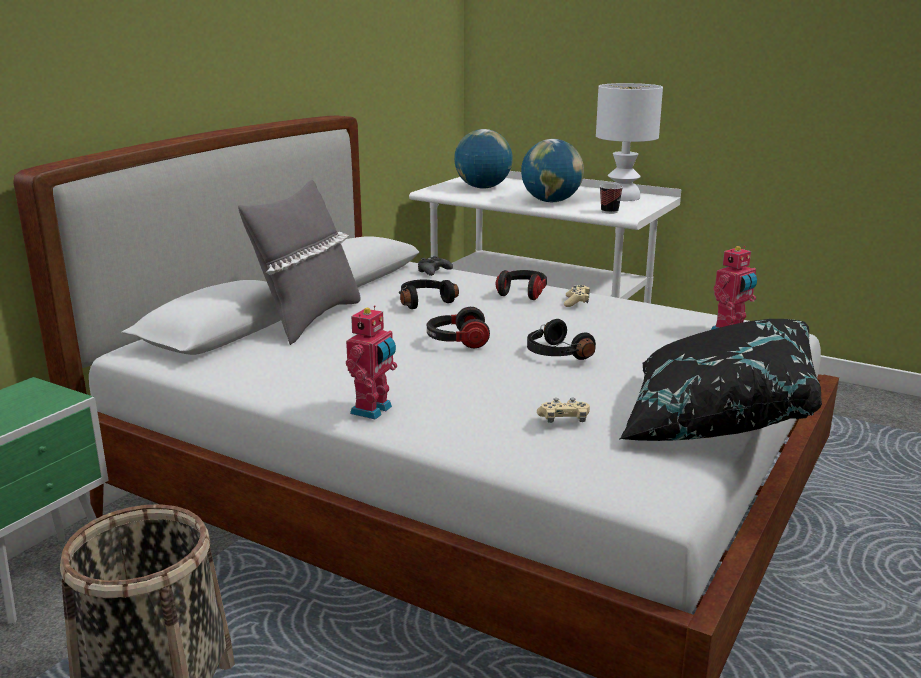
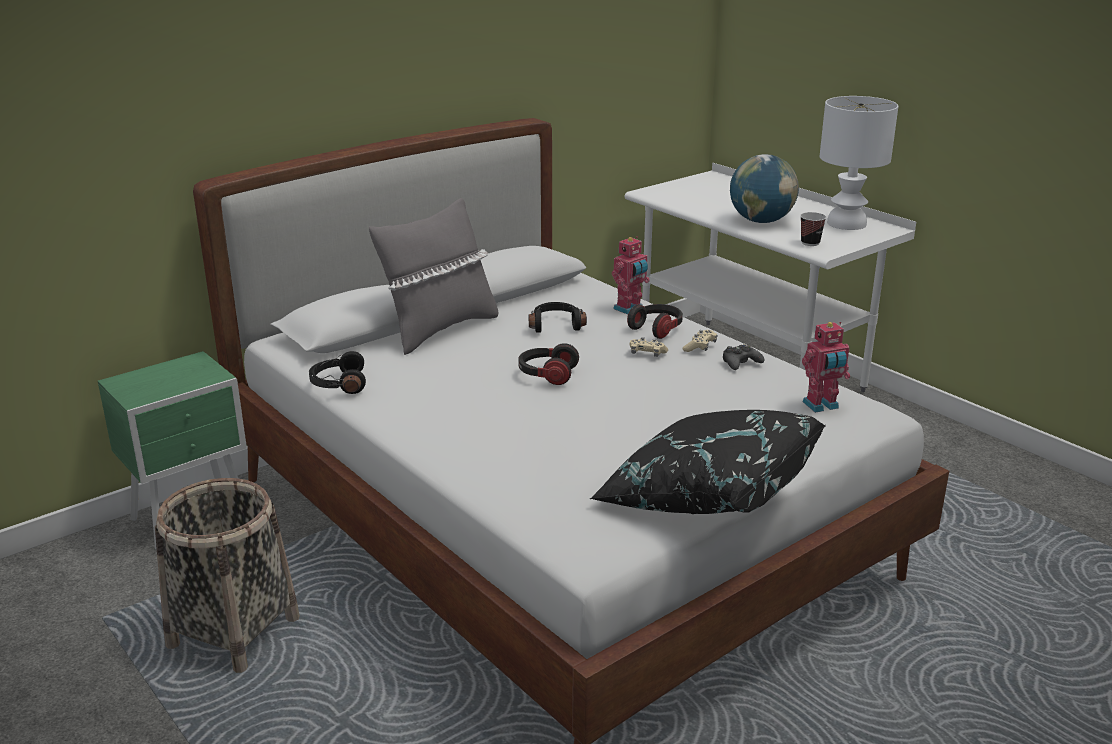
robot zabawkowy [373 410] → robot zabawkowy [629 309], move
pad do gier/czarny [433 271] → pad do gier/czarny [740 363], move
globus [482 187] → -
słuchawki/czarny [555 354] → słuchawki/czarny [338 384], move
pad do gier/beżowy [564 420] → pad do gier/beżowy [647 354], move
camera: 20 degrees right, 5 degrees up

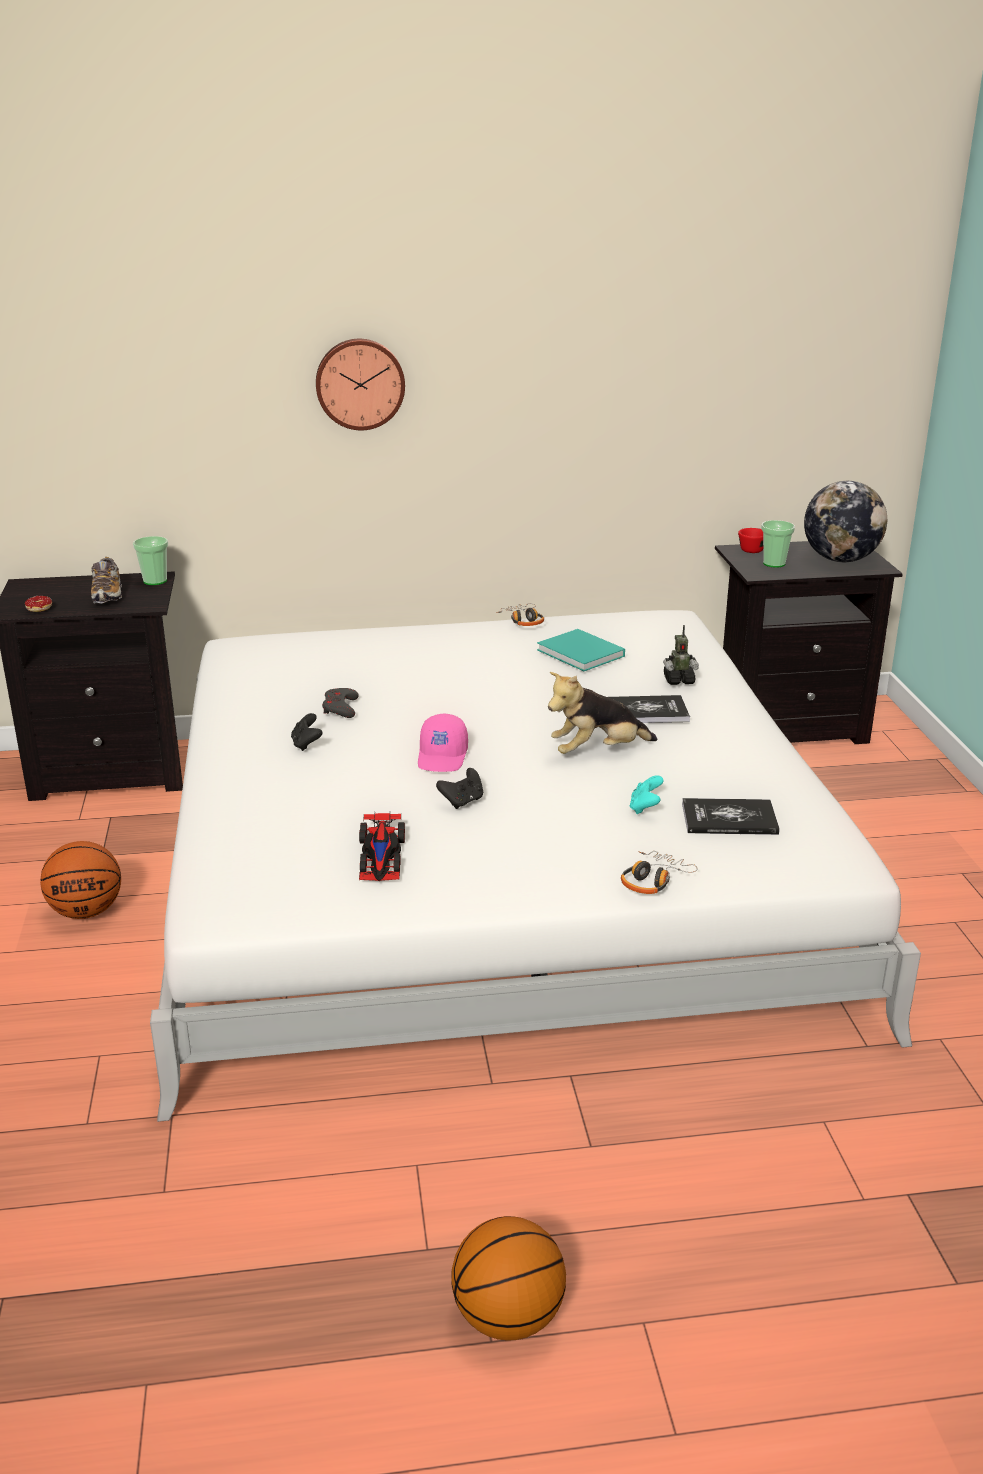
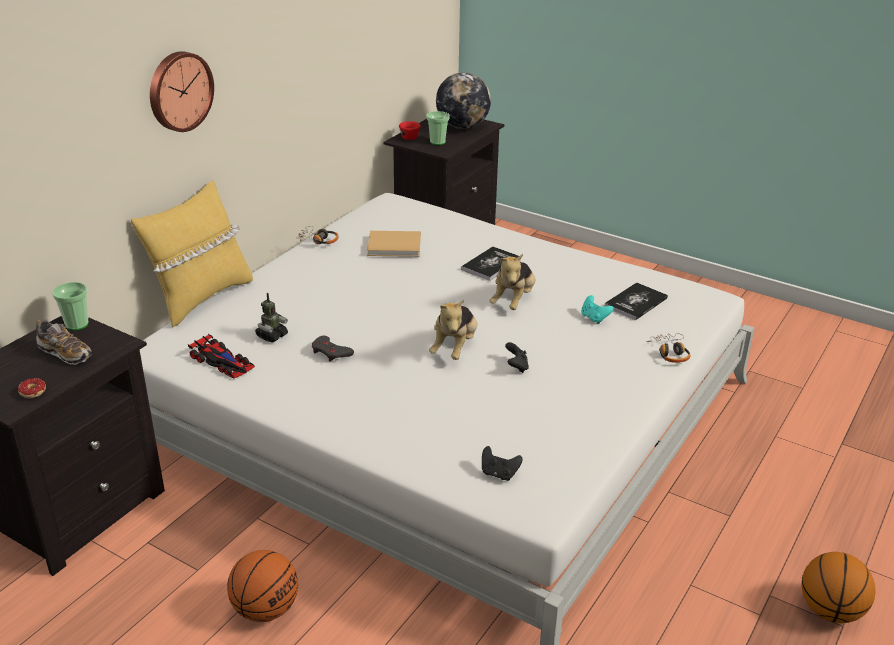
pad do gier/czarny [306 744] → pad do gier/czarny [499 474], move
samochodzik [381 855] → samochodzik [222 362], move
czapka z daszkiem/różowy [443 757] → pluszak [454 348]
książka/turkusowy [582 654] → książka/beżowy [396 246]
robot zabawkowy [679 680] → robot zabawkowy [272 336], move
- → poduszka/żółty [201 298]
camera: 50 degrees left, 5 degrees up

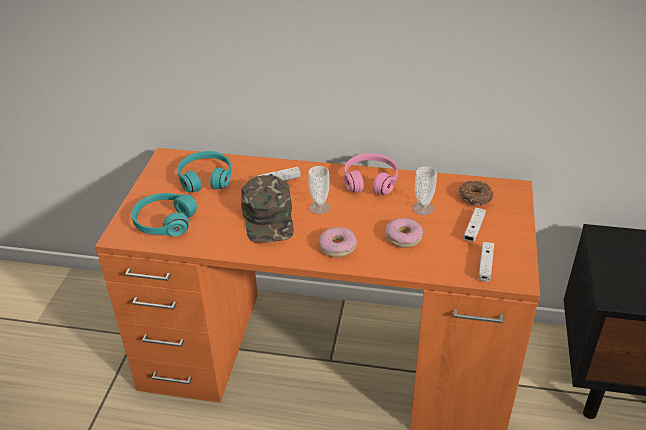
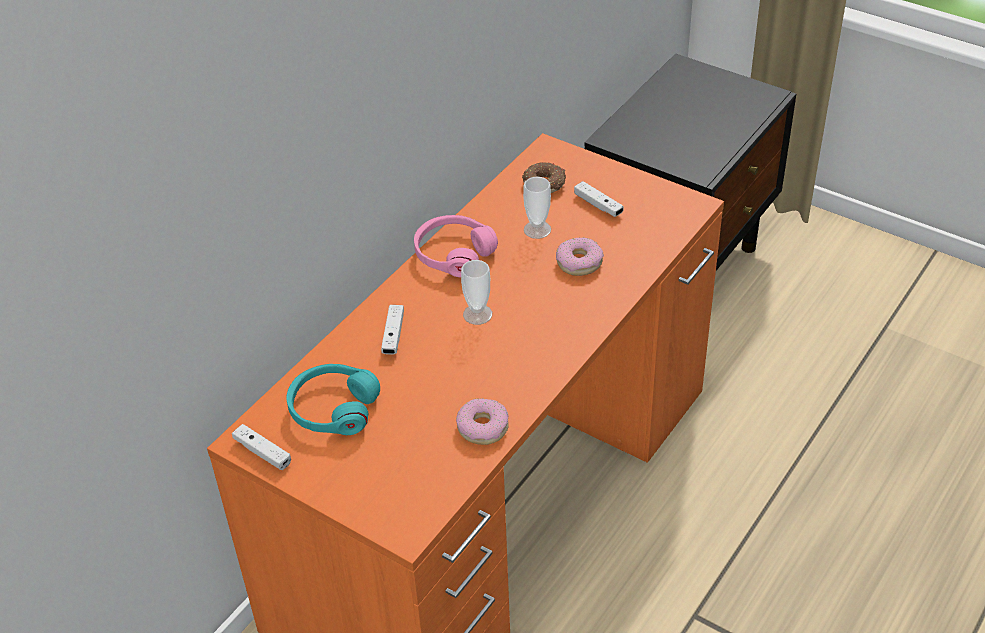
słuchawki/turkusowy [164 222] → -
czapka z daszkiem/zielony [269 217] → -
donut [337 247] → donut [483 427], move
pad do gier/biały [485 265] → pad do gier/biały [262 452], move
camera: 65 degrees left, 5 degrees up

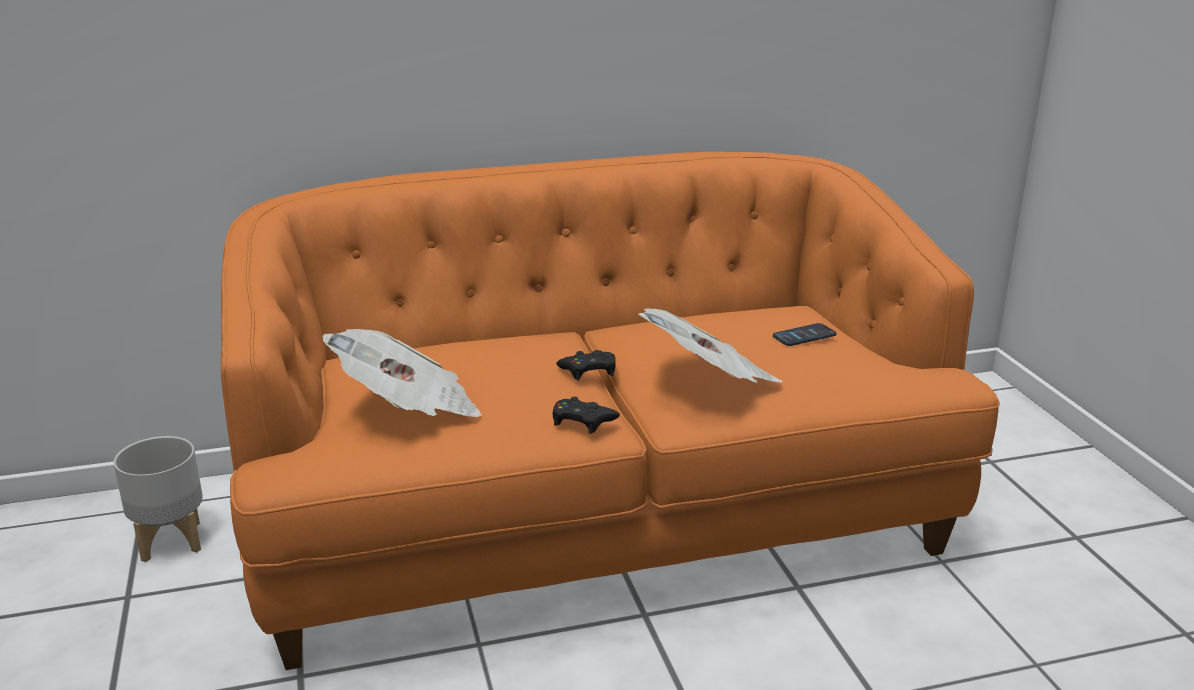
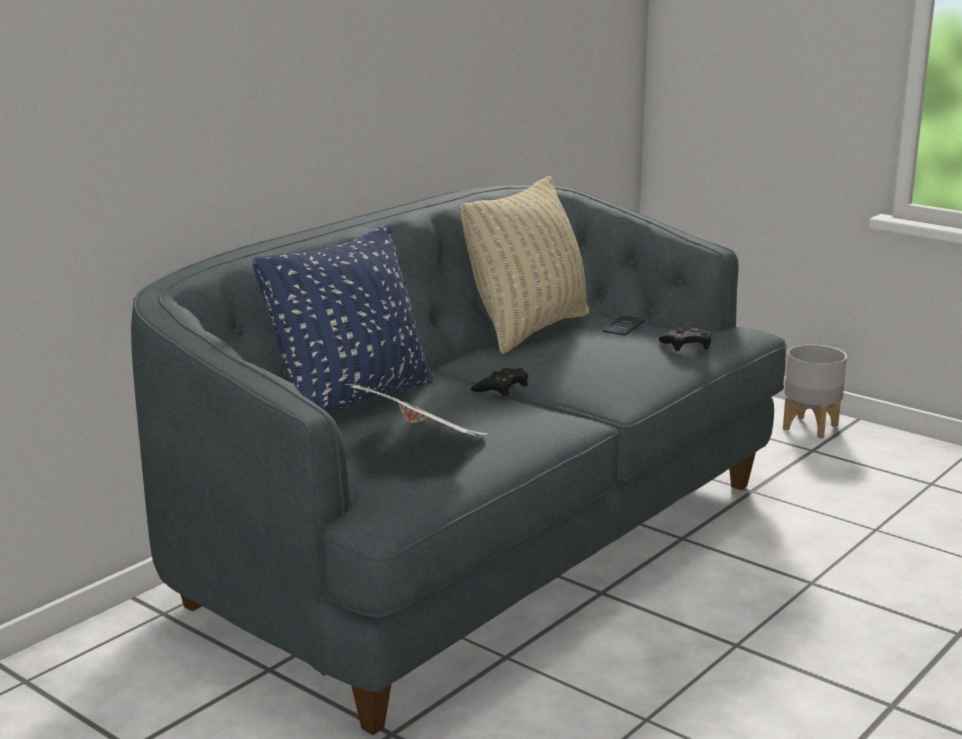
donica/szary [171 541] → donica/szary [809 427], move
kanapa/pomarańczowy [598 521] → kanapa/szary [481 546]
pad do gier/czarny [582 421] → pad do gier/czarny [687 345], move
gazeta [709 381] → -
- → poduszka/niebieski [351 401]
- → poduszka/beżowy [529 329]
camera: 35 degrees left, 5 degrees down

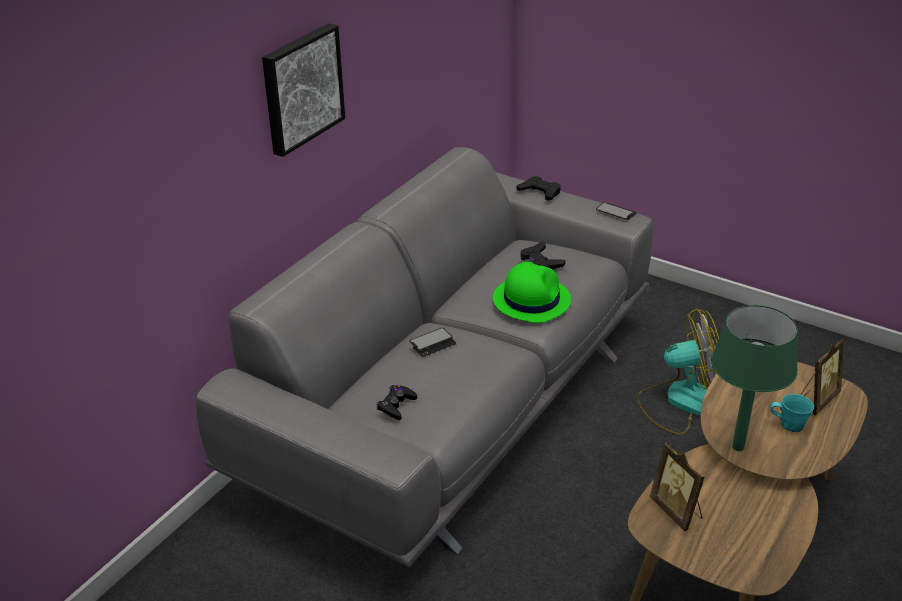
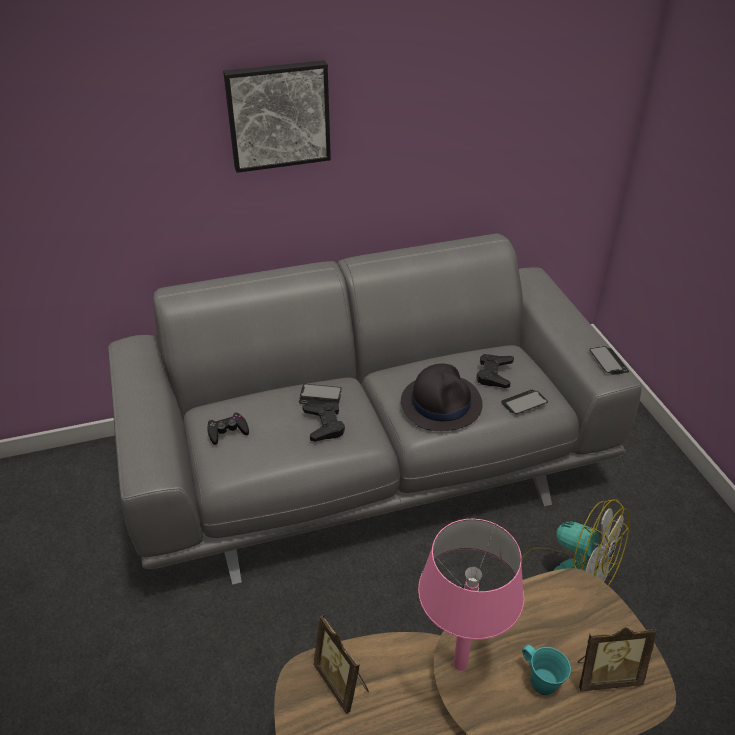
kapelusz/zielony [531 299] → kapelusz/czarny [441 403]
pad do gier/czarny [540 192] → pad do gier/czarny [324 425], move
ramka na zdjęcie [677 511] → ramka na zdjęcie [342 682], 45 degrees counterclockwise
lampa stołowa/zielony [737 446] → lampa stołowa/różowy [460 663]
- → telefon [524 403]
camera: 40 degrees right, 5 degrees up

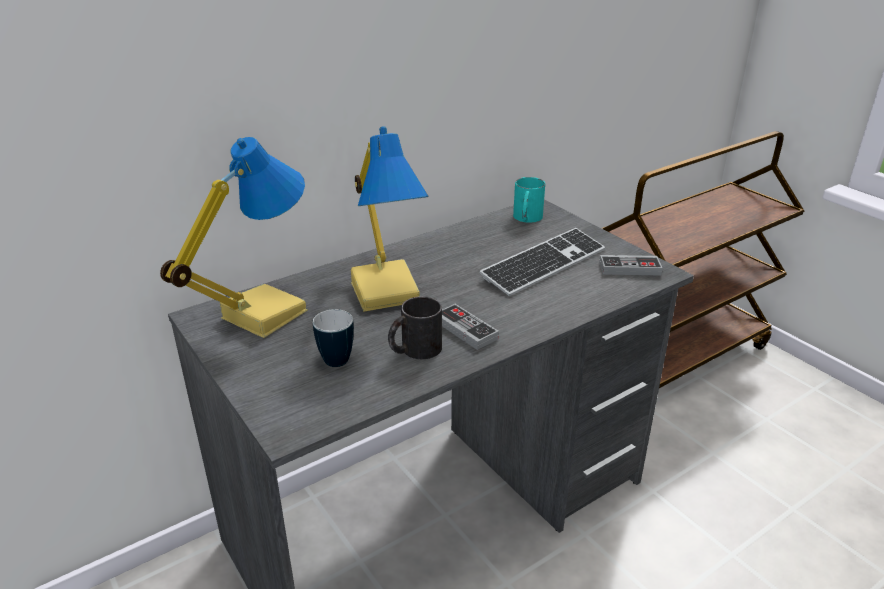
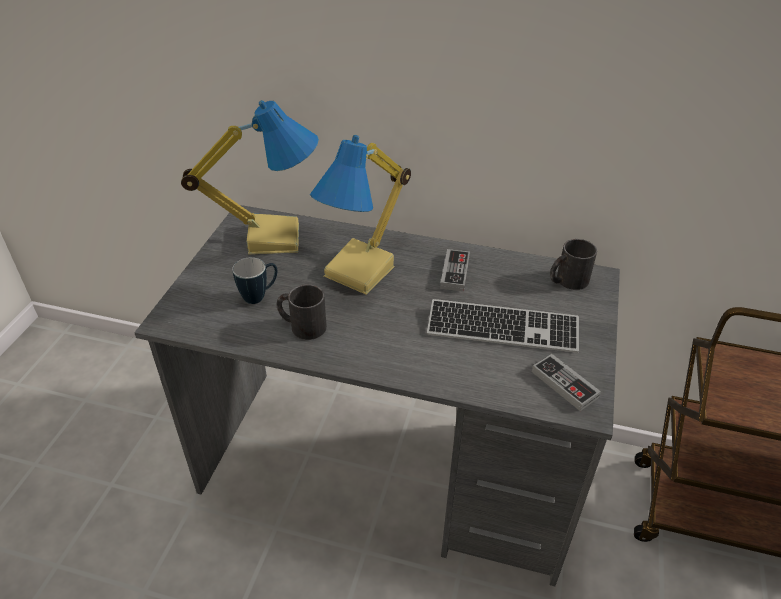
pad do gier [465 330] → pad do gier [455 272], move
kubek/turkusowy [526 218] → kubek/czarny [567 281]
camera: 50 degrees right, 10 degrees up

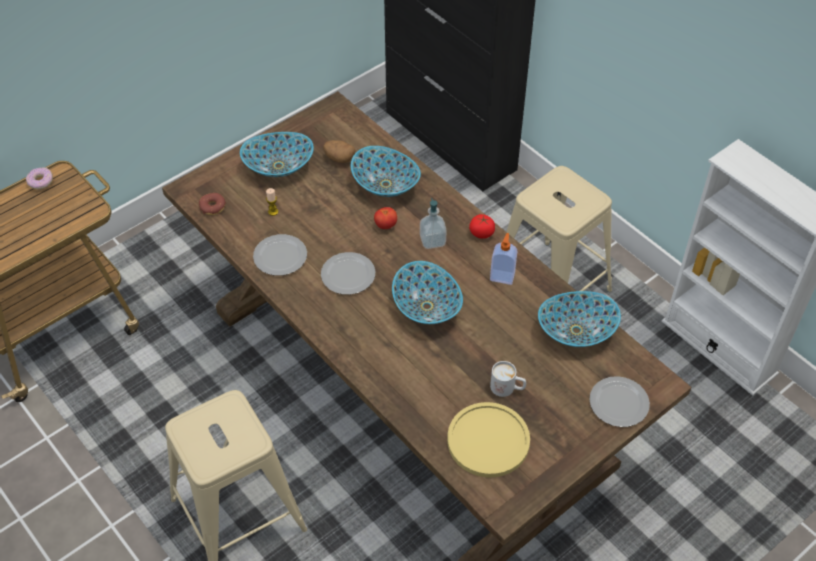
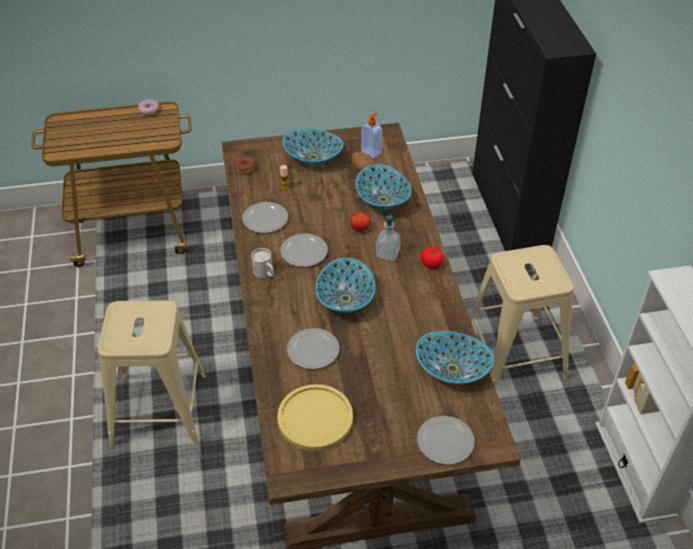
dozownik mydła [502 276] → dozownik mydła [371 151], move
kubek/biały [507 388] → kubek/biały [265 273], move
- → talerz [314 350]
camera: 30 degrees right, 5 degrees down

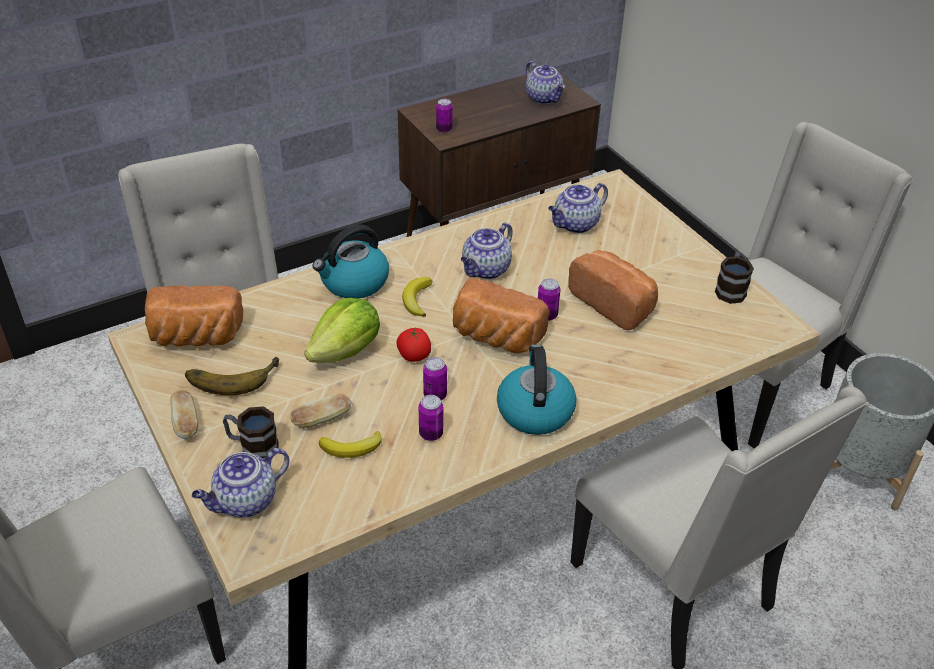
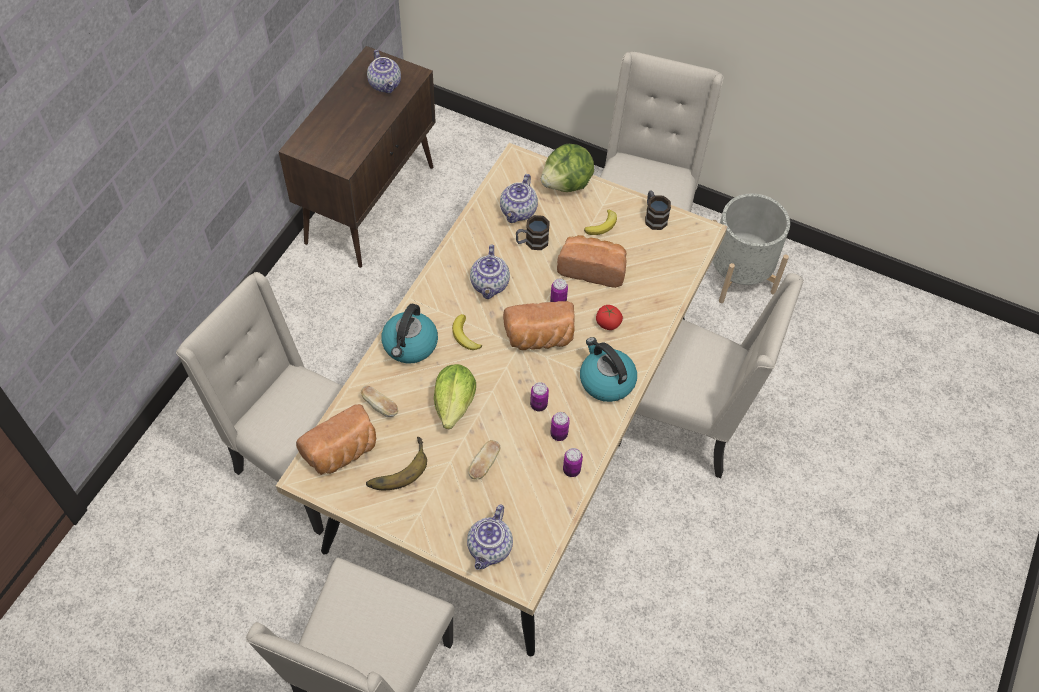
chleb [186 423] → chleb [380 406], move
kubek [252 446] → kubek [531 242], move
banan [352 448] → banan [602 225], move
pomidor [414 355] → pomidor [608 323], move
puszka [444 129] → puszka [571 470], move
imbryk [544 98] → imbryk [386 84], 45 degrees clockwise
- → sałata [567 184]
camera: 35 degrees left, 15 degrees up

